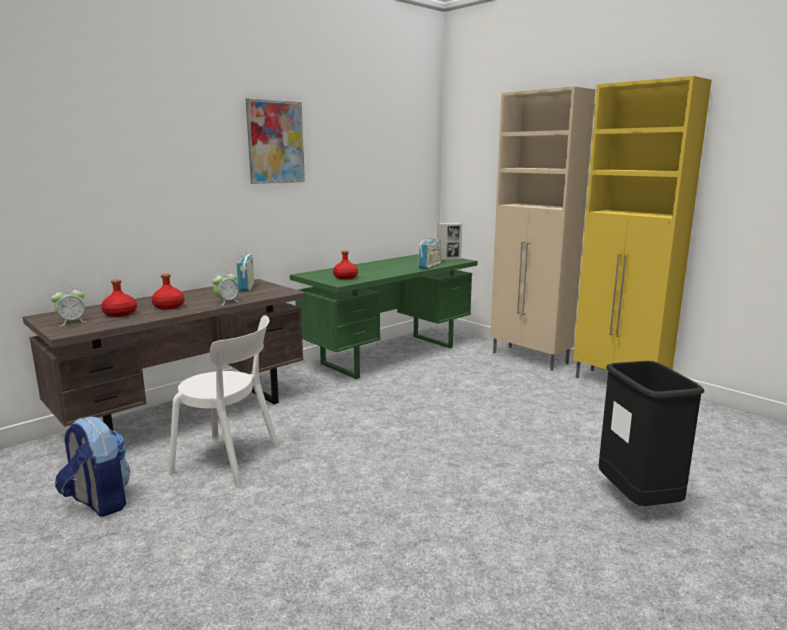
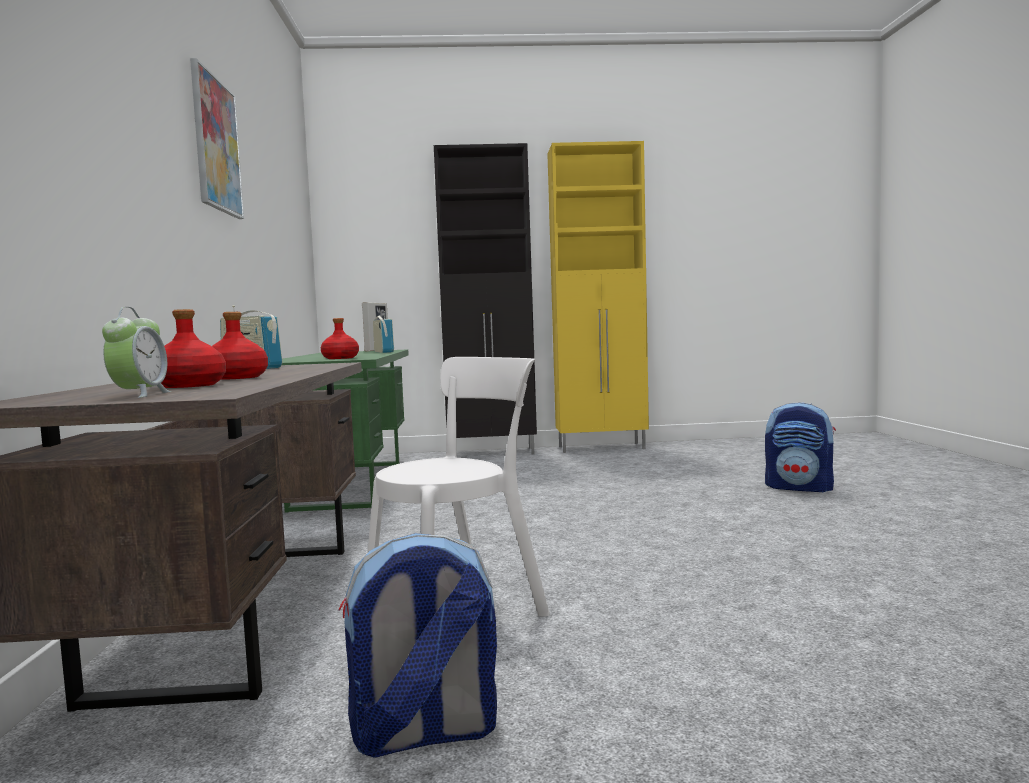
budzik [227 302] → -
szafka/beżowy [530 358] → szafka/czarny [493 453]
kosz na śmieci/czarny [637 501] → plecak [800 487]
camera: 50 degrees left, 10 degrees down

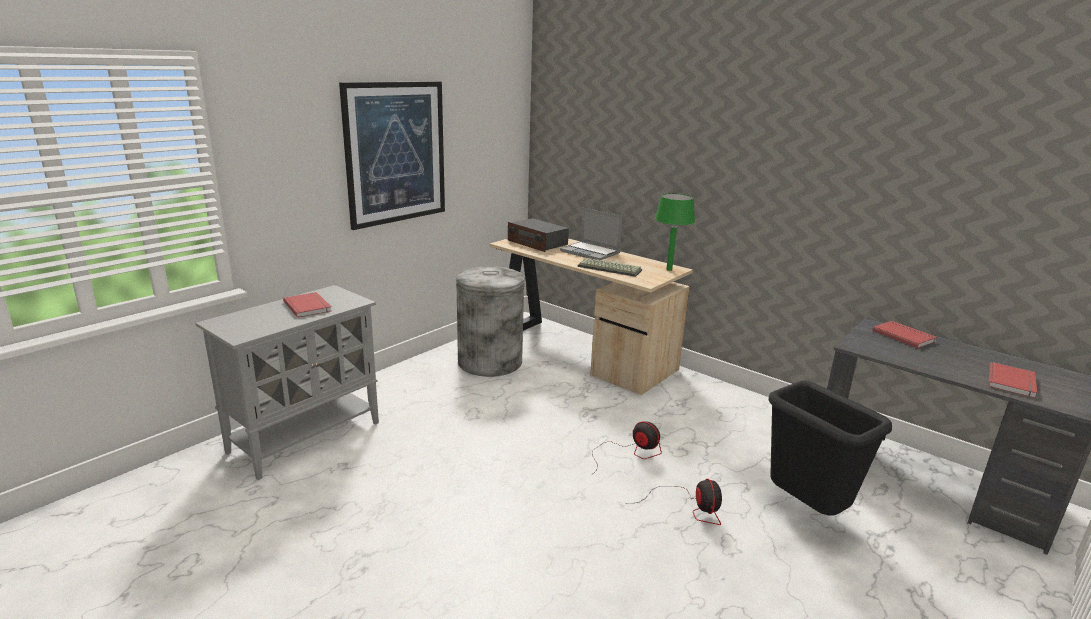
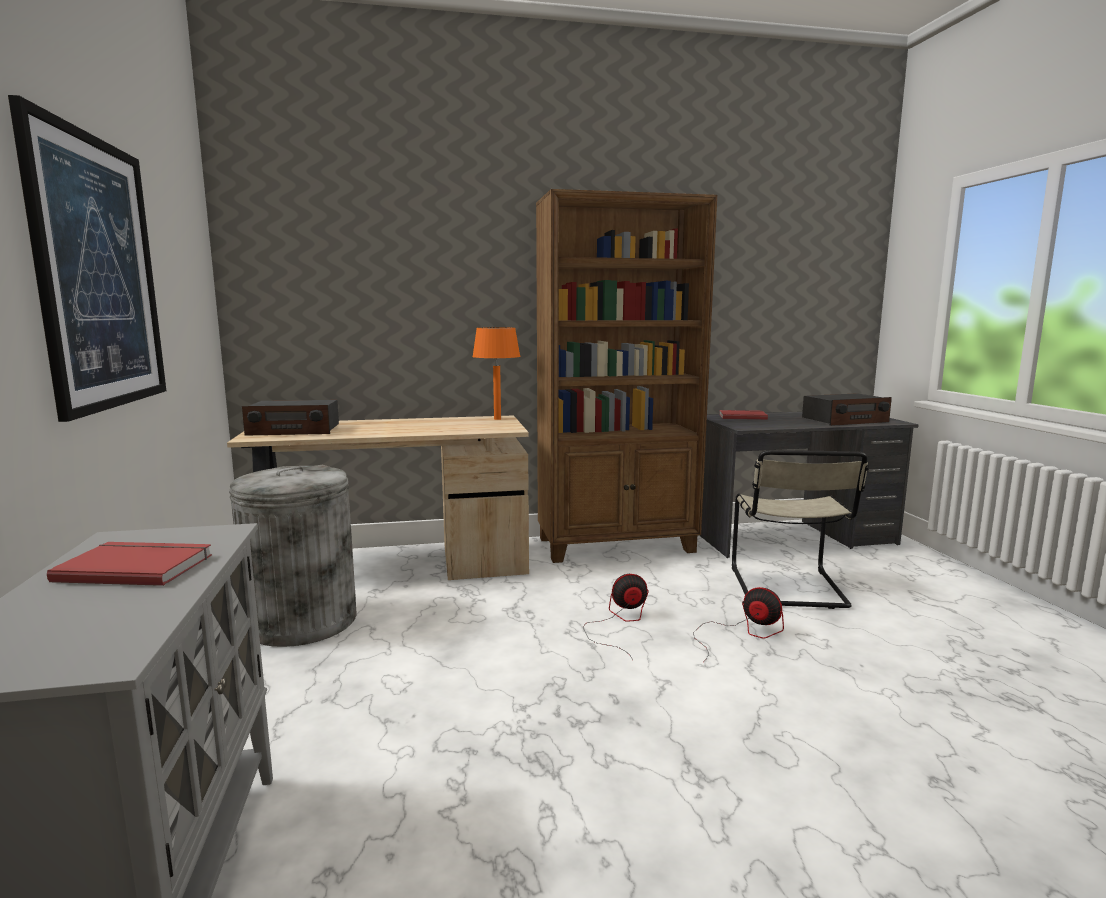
laptop [591 252] → -
klawiatura [608 268] → -
lampa stołowa/zielony [669 269] → lampa stołowa/pomarańczowy [497 419]
kosz na śmieci/czarny [804 509] → krzesło/beżowy [789 589]
książka/czerwony [1013 382] → radio [844 420]
- → regał/brązowy [617 545]
camera: 50 degrees left, 10 degrees down

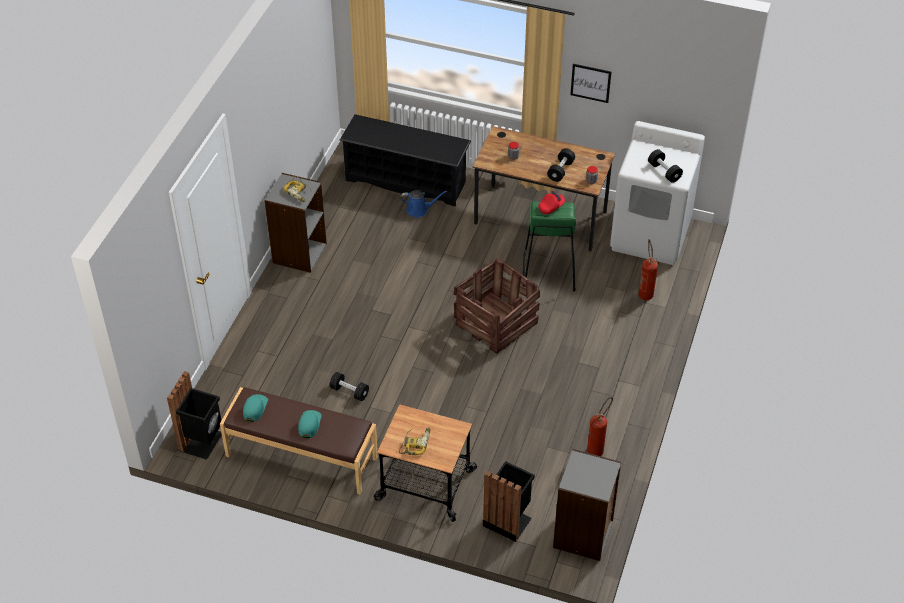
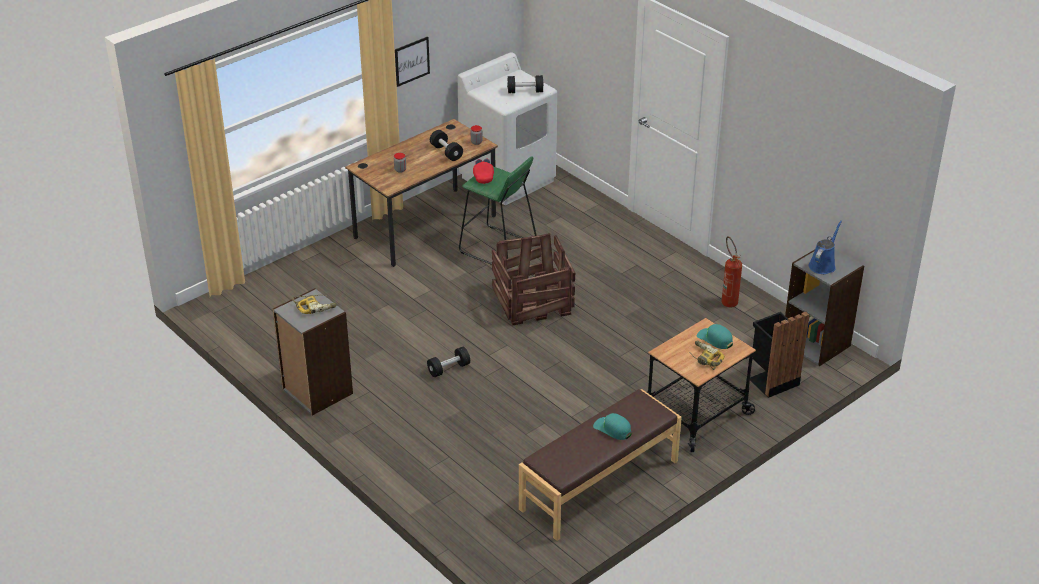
kosz na śmieci/czarny [203 441] → -
czapka z daszkiem/turkusowy [255 408] → czapka z daszkiem/turkusowy [715 339], move
hantel/czarny [349 391] → hantel/czarny [449 369], move
regał na buty/czarny [406 181] → -
konewka/niebieski [419 210] → konewka/niebieski [823 265], move
gaśnica [645 292] → -
camera: 60 degrees left, 10 degrees down

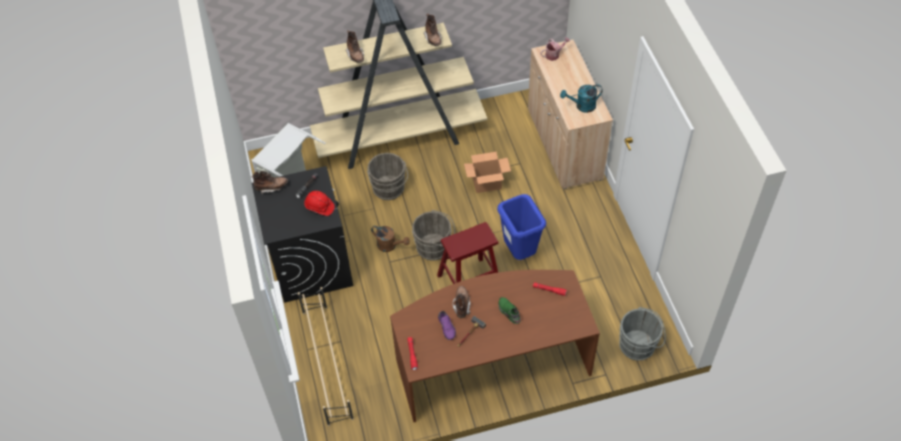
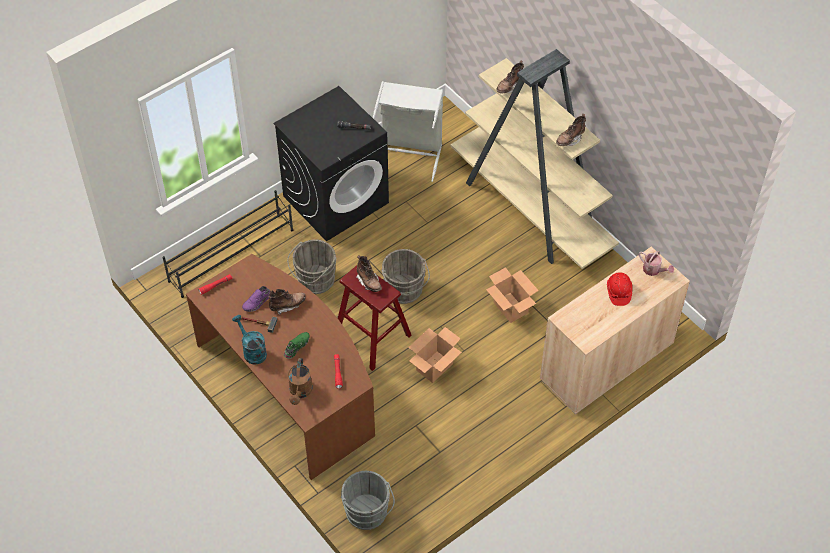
but z cholewką/brązowy [271 187] → but z cholewką/brązowy [369 282], move
regał na buty/beżowy [327 363] → regał na buty/czarny [232 255]
kask/czerwony [319 207] → kask/czerwony [618 292], move
wiadro/szary [389 190] → wiadro/szary [314 281], move
konewka/brązowy [390 246] → konewka/brązowy [300 392], move
kosz na śmieci/niebieski [519 253] → karton [434 367]
konewka/turkusowy [582 106] → konewka/turkusowy [252 351], move
camera: 65 degrees right, 0 degrees up

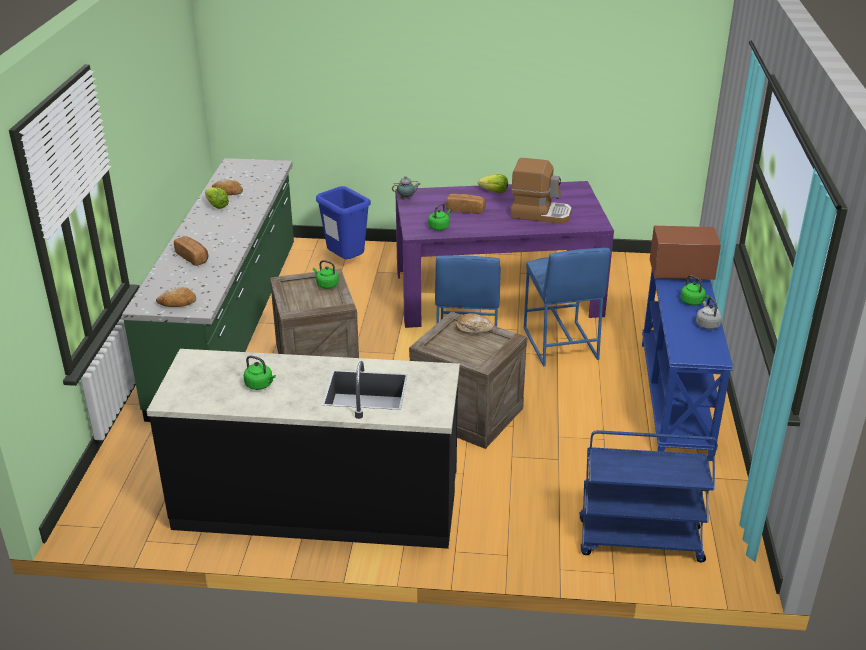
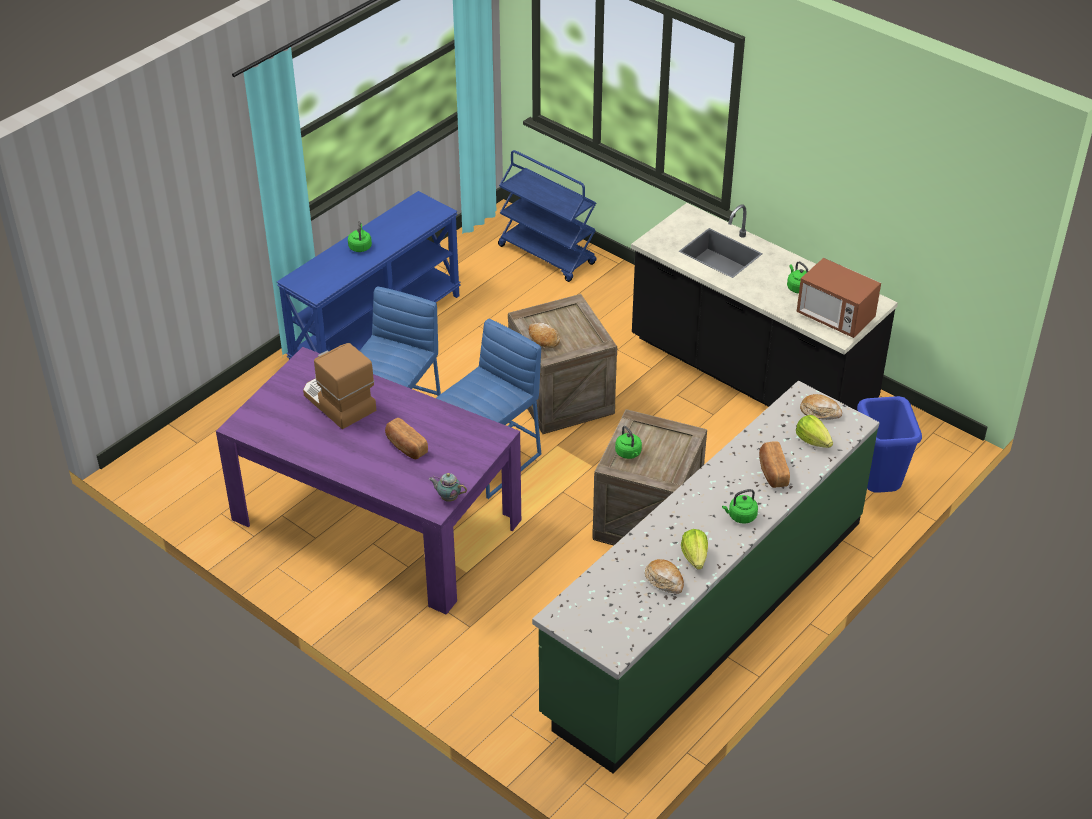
kosz na śmieci/niebieski [345 262] → kosz na śmieci/niebieski [877 489], move
czajnik/zielony [439 227] → czajnik/zielony [740 516], move
sałata [494 192] → sałata [812 440], move
mikrofalówka [681 272] → mikrofalówka [835 318], move
czajnik/szary [707 324] → -
camera: 145 degrees left, 10 degrees up

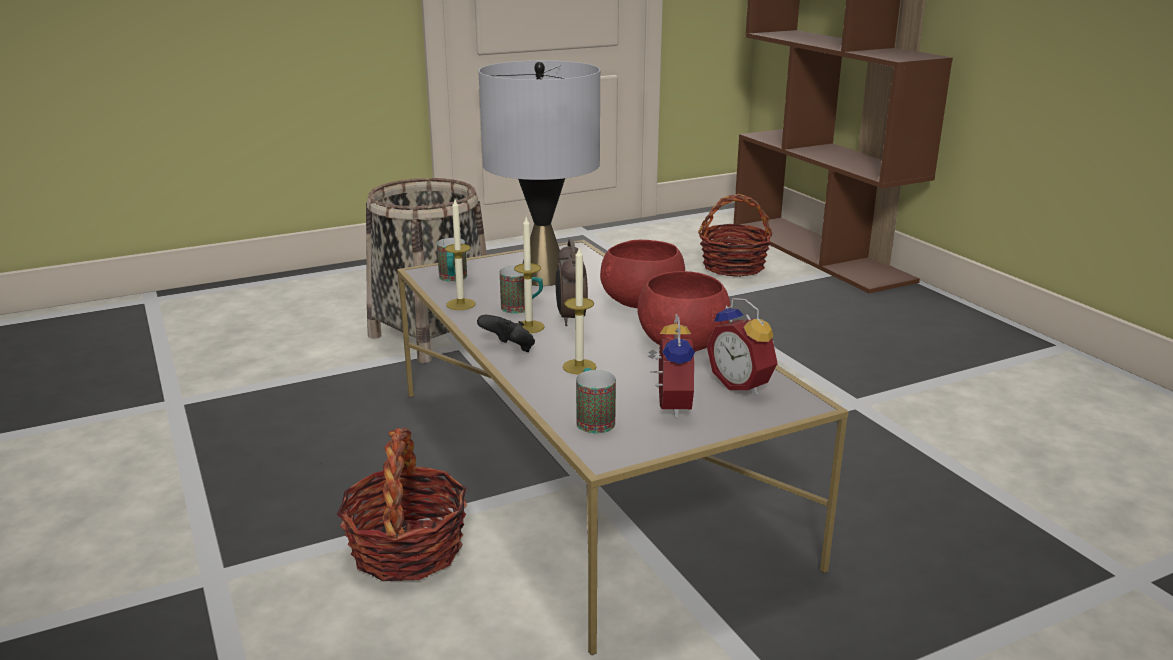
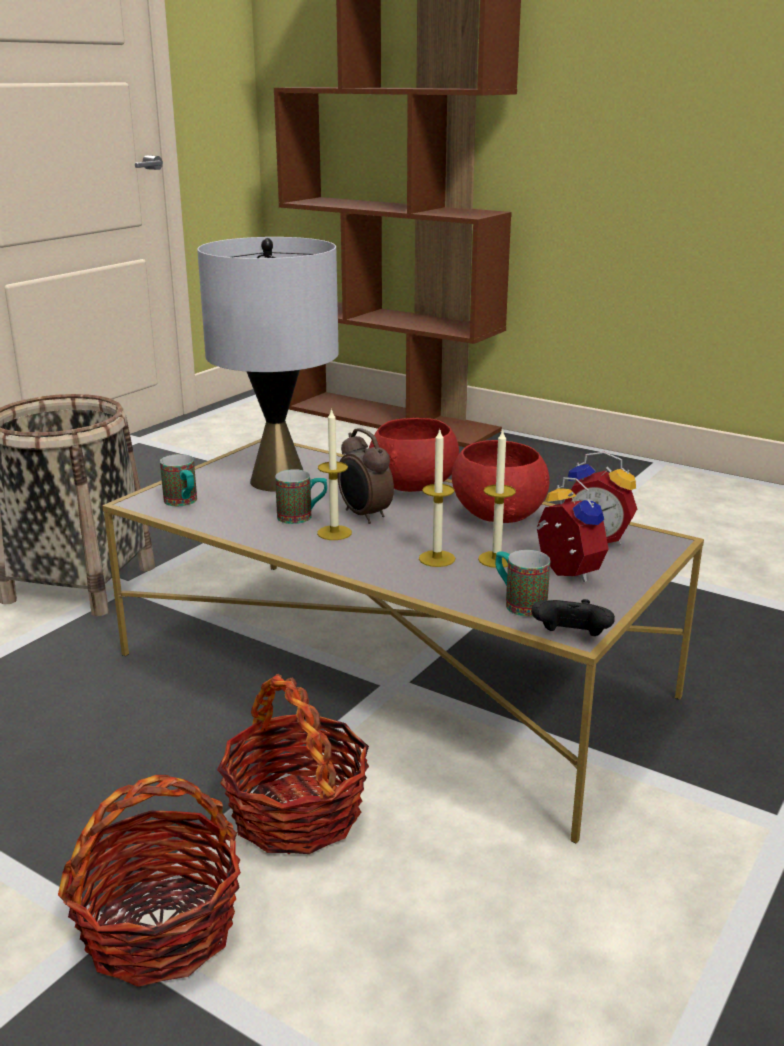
świeca [461 304] → świeca [496 559], move
pad do gier/czarny [509 349] → pad do gier/czarny [571 639], move
koszyk [733 266] → koszyk [160 928], move
camera: 30 degrees left, 0 degrees up

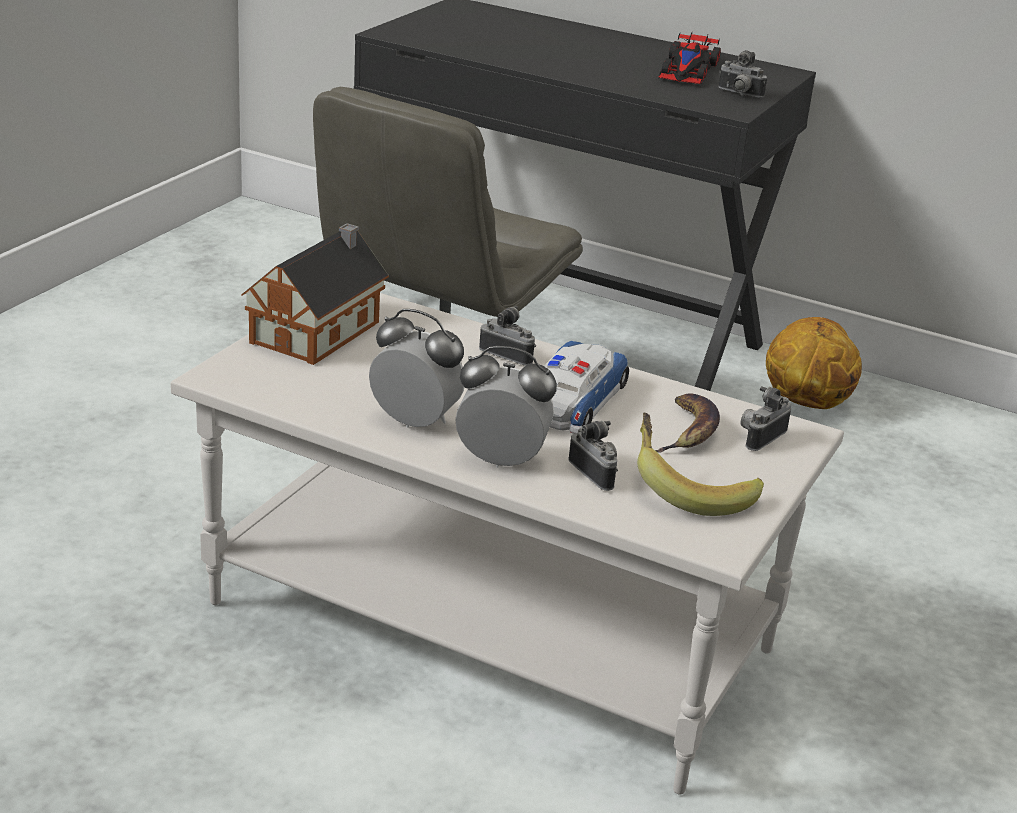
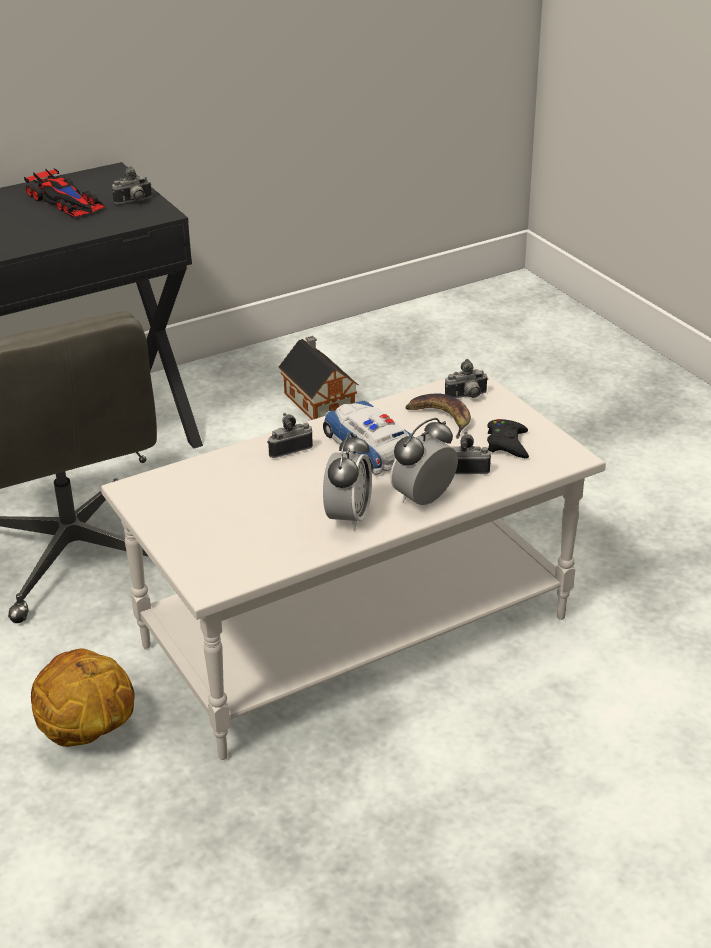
domek [320 330] → domek [318 400], move
budzik [414 422] → budzik [348 517], 135 degrees clockwise
banan [689 490] → pad do gier/czarny [507 444]
aparat fotograficzny [760 437] → aparat fotograficzny [467 397], 90 degrees counterclockwise
piłka do koszykówki [805 402] → piłka do koszykówki [87 733], move
camera: 55 degrees left, 5 degrees up

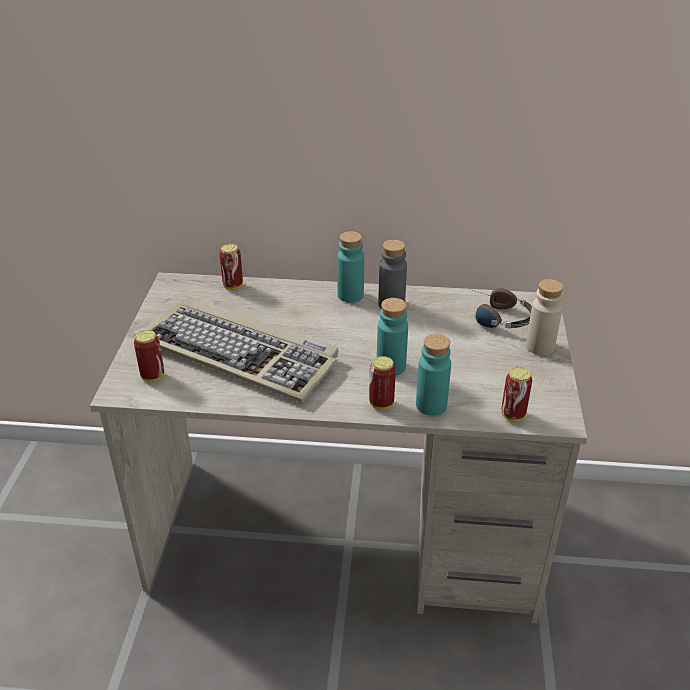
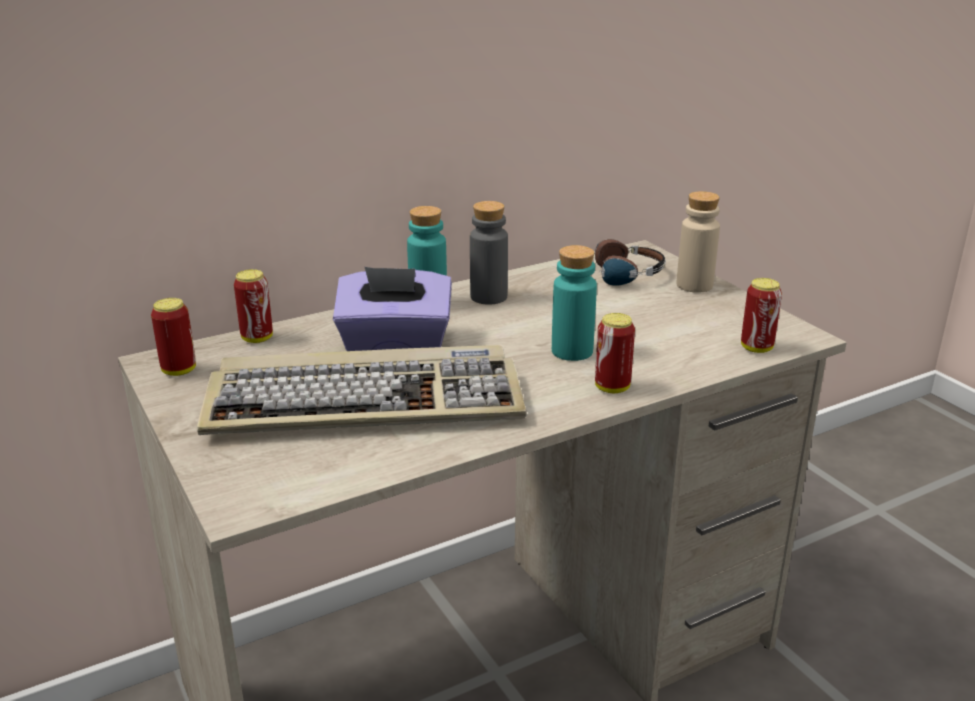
puszka [153 376] → puszka [179 370], move
butelka/turkusowy [431 405] → -
- → pudełko chusteczek/fioletowy [395 344]
camera: 35 degrees left, 10 degrees down

